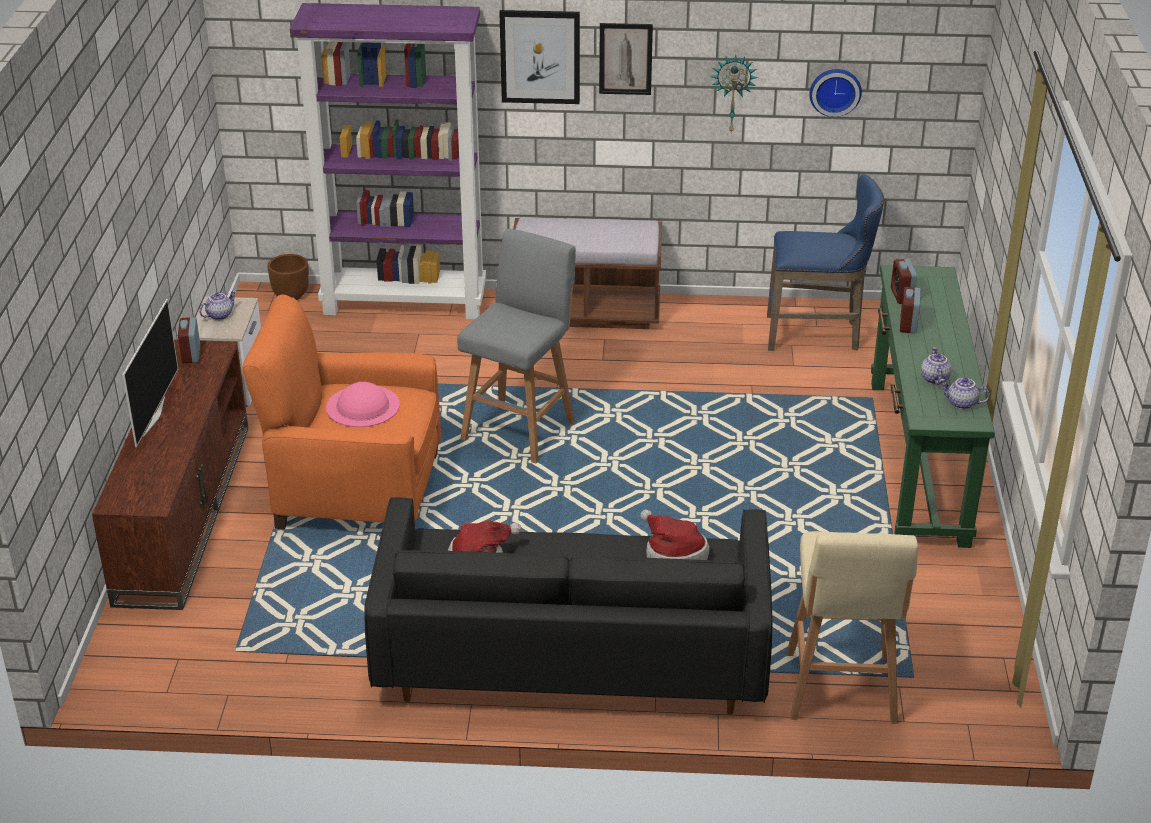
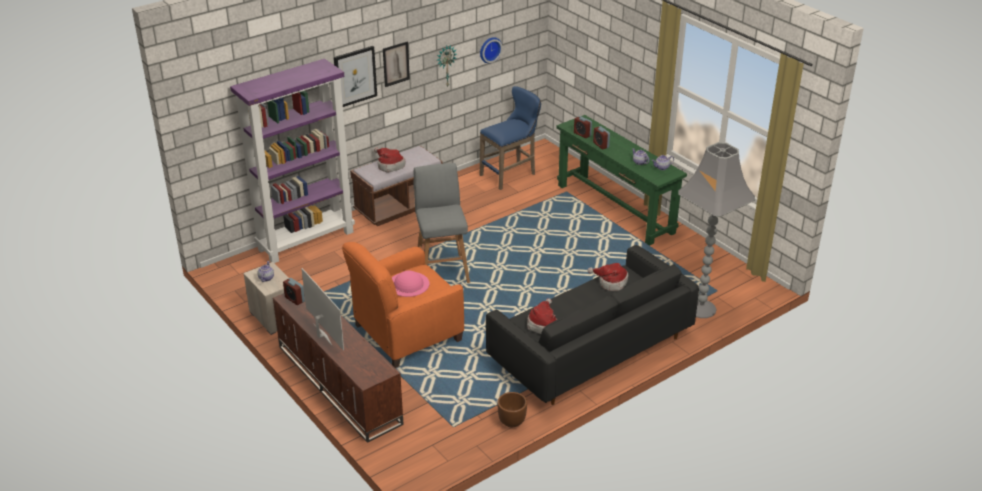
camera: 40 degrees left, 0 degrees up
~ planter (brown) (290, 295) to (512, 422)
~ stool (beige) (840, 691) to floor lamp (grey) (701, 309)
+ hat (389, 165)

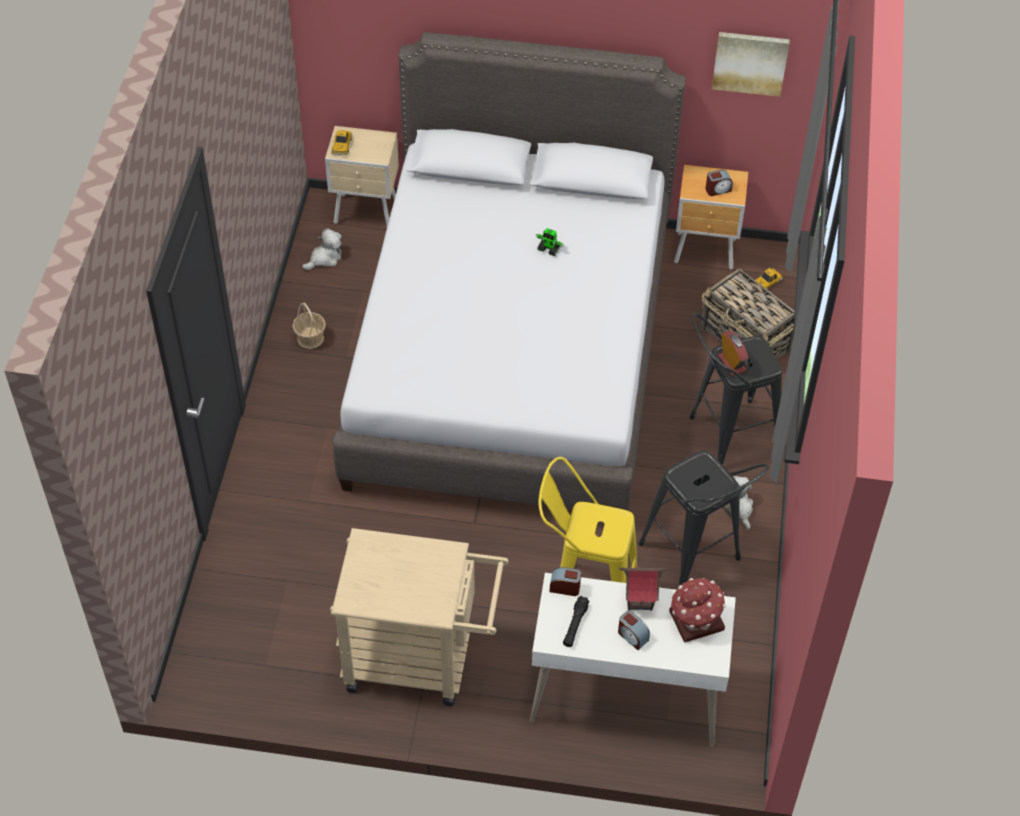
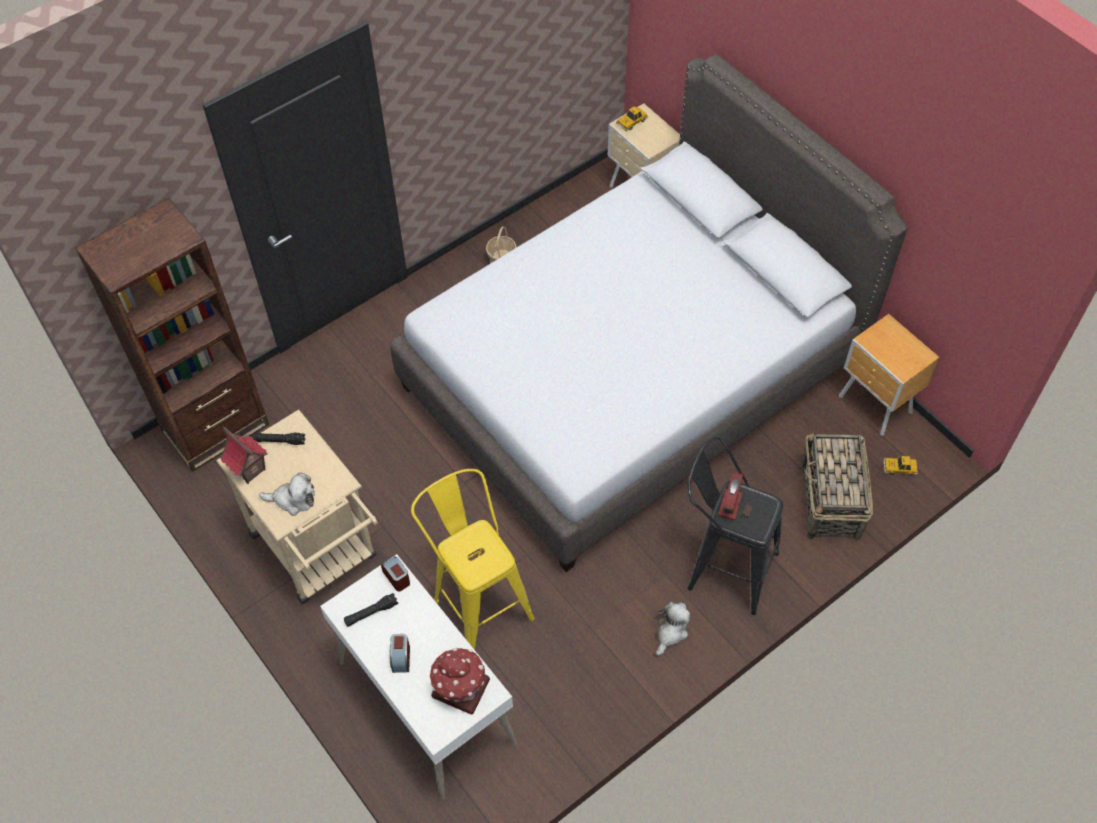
camera: 45 degrees right, 5 degrees up
- picture (750, 62)
- alarm clock (718, 189)
~ plush toy (325, 258) to (293, 499)
- toy robot (549, 249)
- stool (black) (695, 559)
~ toy house (639, 600) to (249, 470)
+ bookcase (brown) (216, 427)
+ flashlight (black) (279, 441)

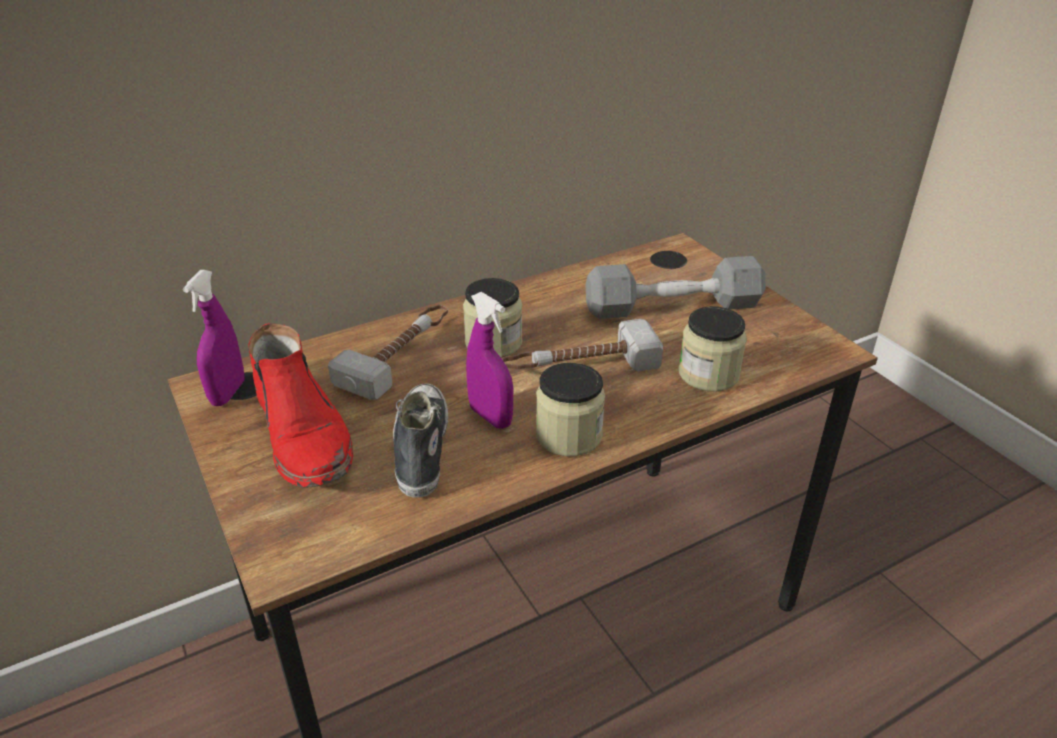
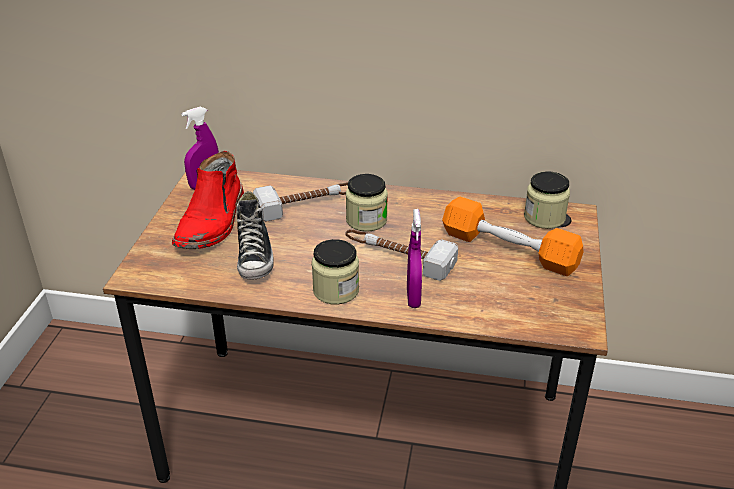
camera: 40 degrees right, 0 degrees up
~ dumbbell (grey) (673, 307) to dumbbell (orange) (509, 250)
~ spray bottle (purple) (490, 417) to (413, 297)
~ jar (708, 374) to (544, 218)
~ shoe (420, 448) = (255, 257) 135 degrees clockwise

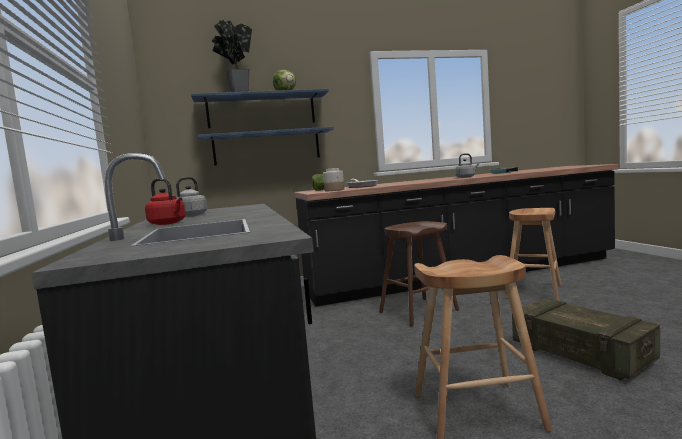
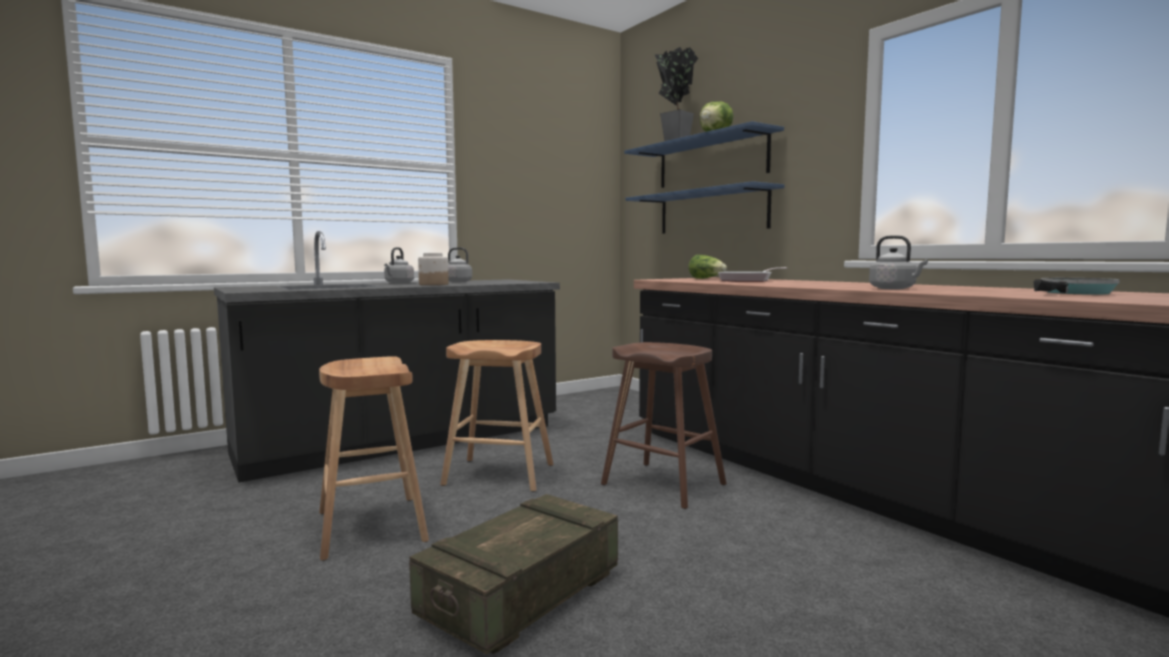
camera: 70 degrees right, 0 degrees up
~ jar (334, 190) to (433, 284)
~ kettle (red) (168, 223) to kettle (grey) (398, 283)
~ stool (brown) (534, 291) to (498, 475)

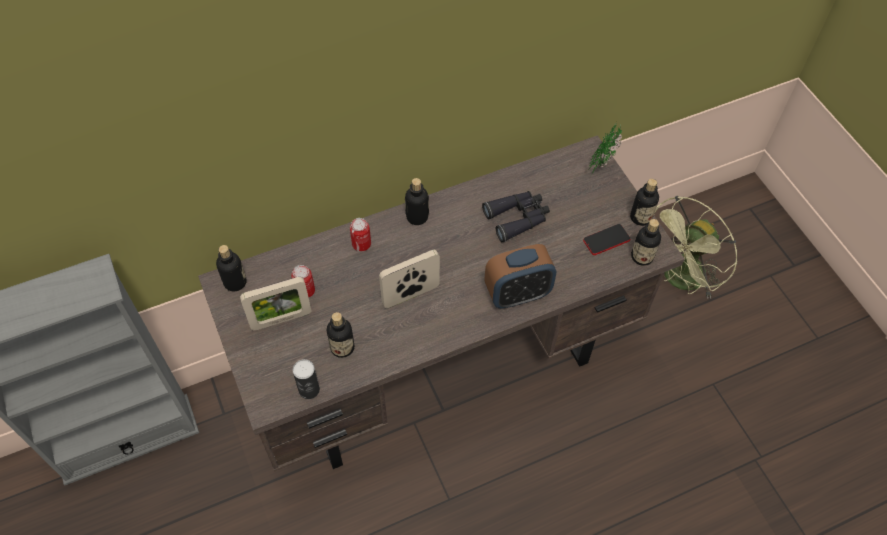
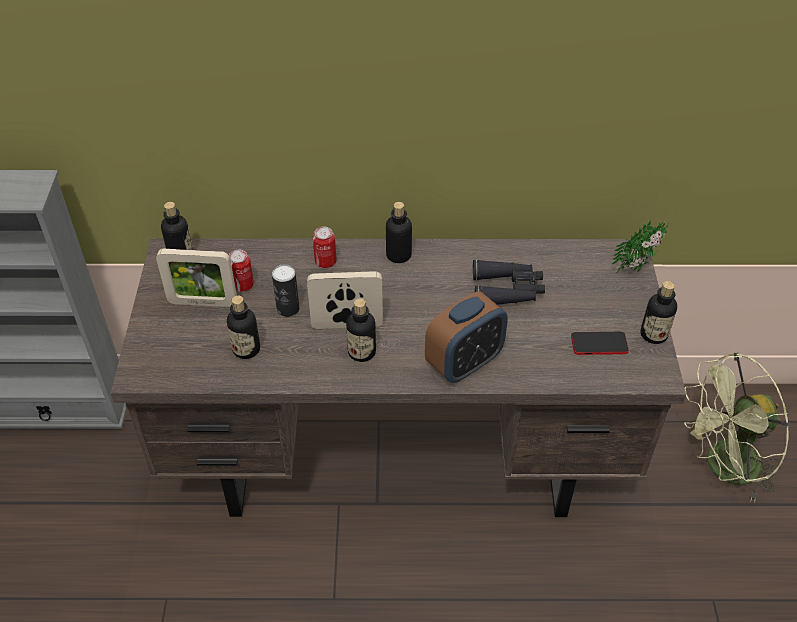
camera: 25 degrees right, 10 degrees down
~ bottle (642, 257) to (362, 352)
~ alarm clock (517, 294) = (464, 363) 45 degrees counterclockwise
~ can (309, 389) to (288, 309)

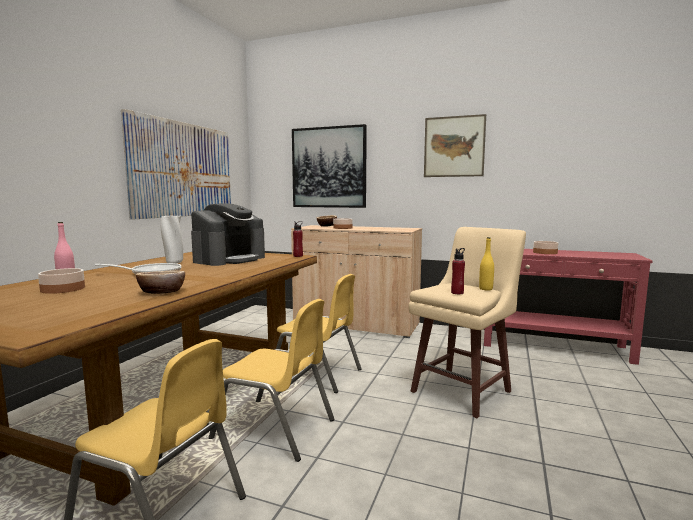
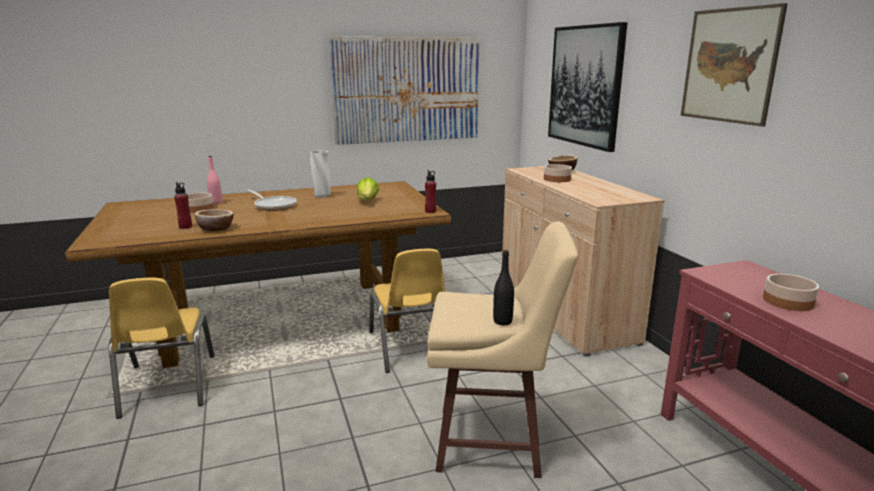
camera: 50 degrees right, 10 degrees up
~ coffee machine (229, 259) to lettuce (367, 201)
~ bottle (yellow) (485, 289) to bottle (black) (502, 321)
~ bottle (red) (457, 293) to (185, 227)
- chair (yellow) (275, 429)

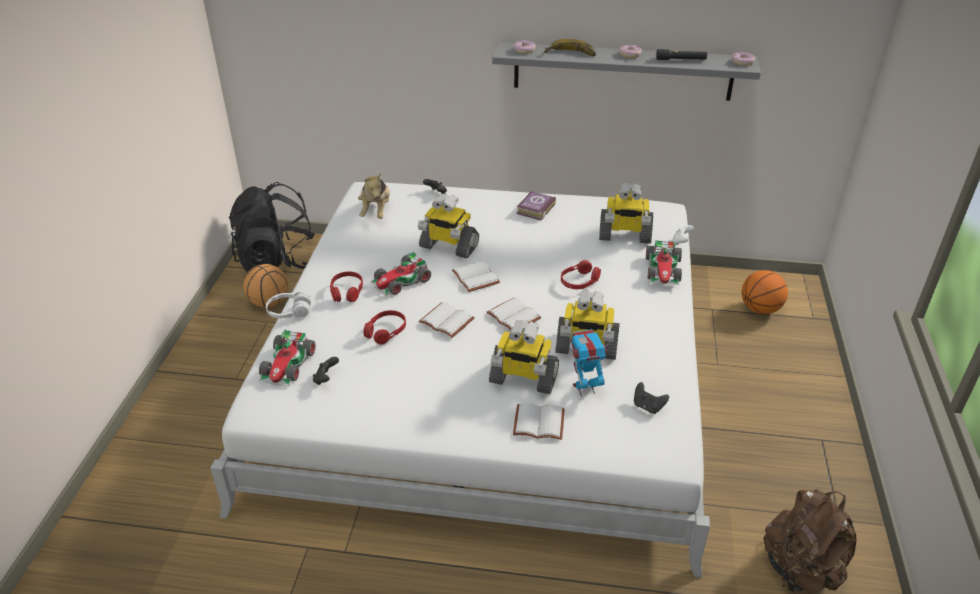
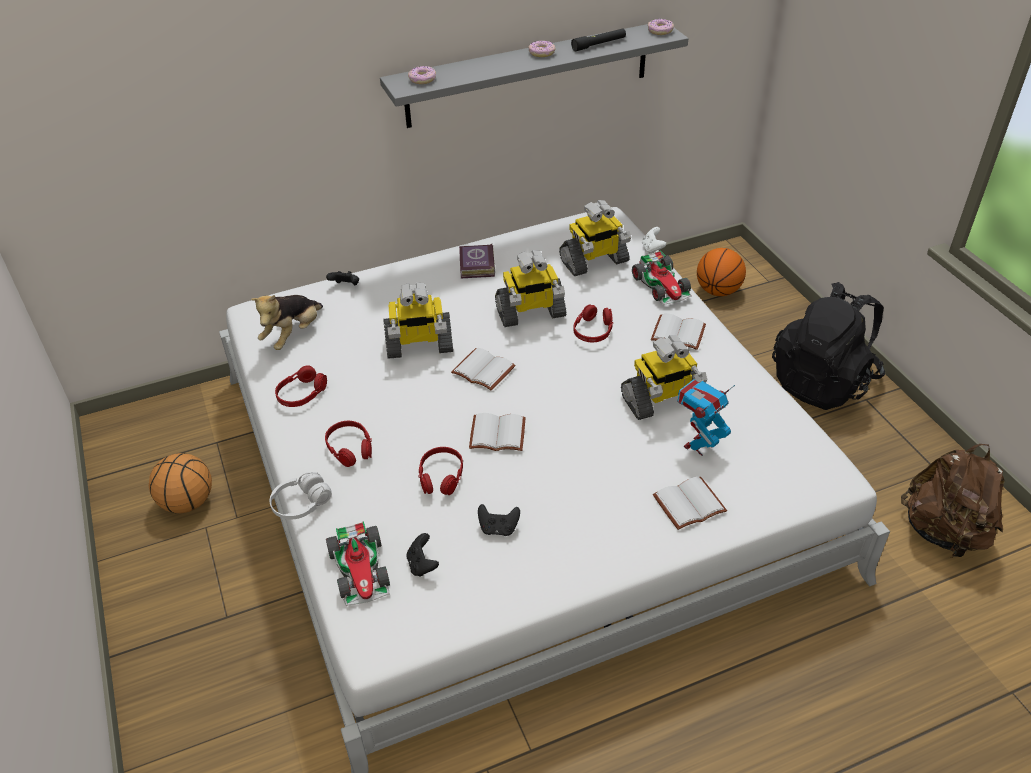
camera: 30 degrees left, 5 degrees up
- banana (570, 54)
~ plush toy (376, 211) = (293, 334) 60 degrees clockwise
~ backpack (black) (278, 261) to (822, 382)
- toy car (401, 281)
~ book (white) (512, 316) to (677, 334)
~ toy robot (523, 378) to (530, 313)
~ game controller (black) (648, 406) to (498, 528)
+ headphones (red) (302, 394)

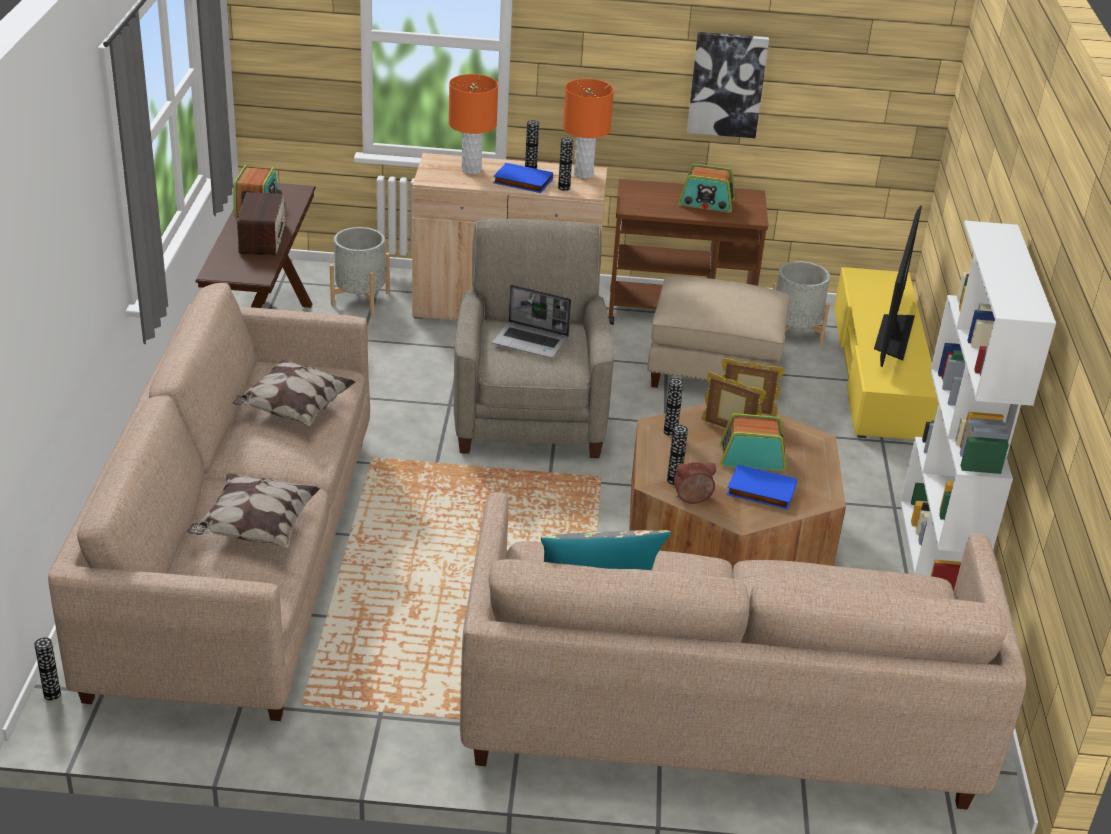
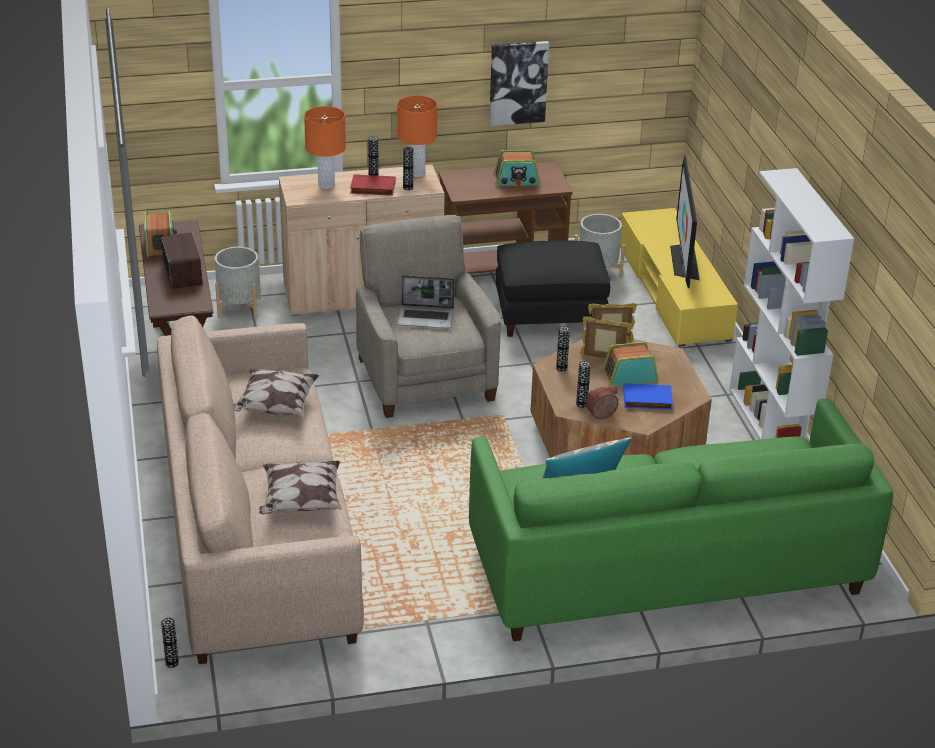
camera: 15 degrees left, 0 degrees up
~ book (blue) (522, 182) to book (red) (372, 188)
~ ottoman (beige) (714, 371) to ottoman (black) (550, 315)
~ sofa (beige) (718, 713) to sofa (green) (666, 567)

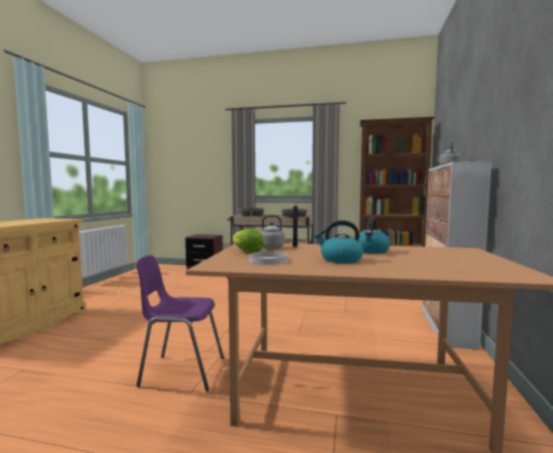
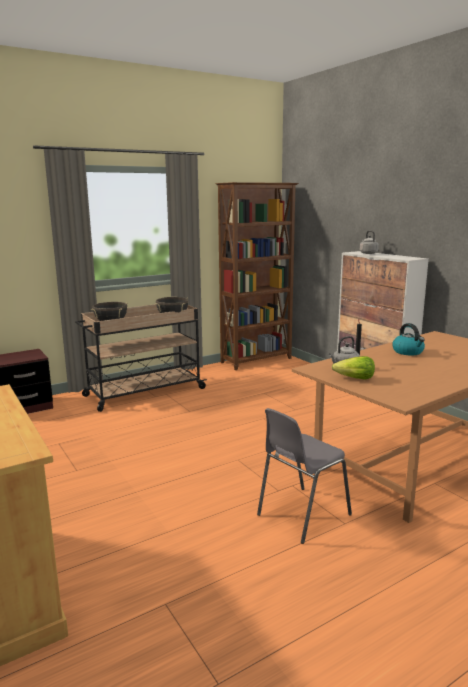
camera: 45 degrees left, 10 degrees up
- kettle (340, 260)
- plate (white) (268, 260)
~ chair (purple) (181, 371) to chair (grey) (301, 515)

